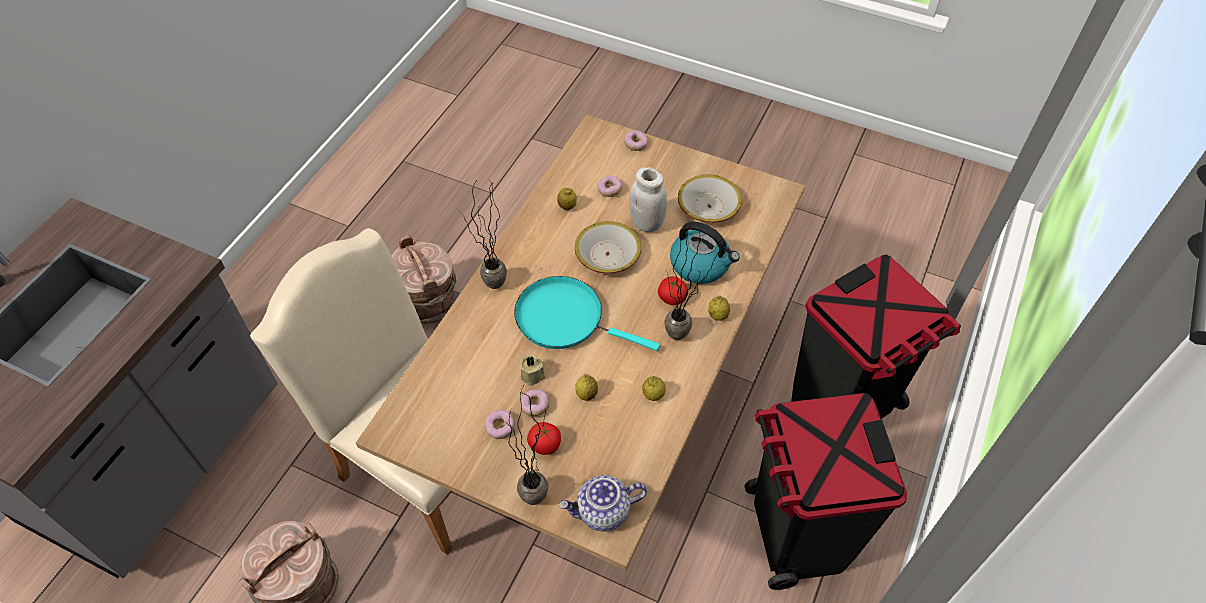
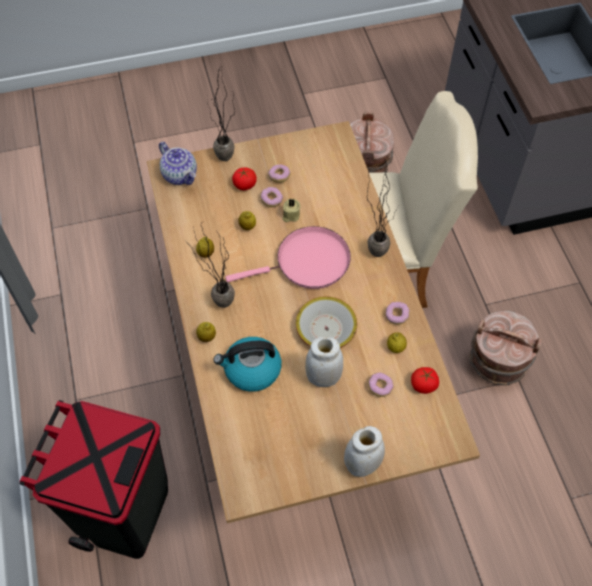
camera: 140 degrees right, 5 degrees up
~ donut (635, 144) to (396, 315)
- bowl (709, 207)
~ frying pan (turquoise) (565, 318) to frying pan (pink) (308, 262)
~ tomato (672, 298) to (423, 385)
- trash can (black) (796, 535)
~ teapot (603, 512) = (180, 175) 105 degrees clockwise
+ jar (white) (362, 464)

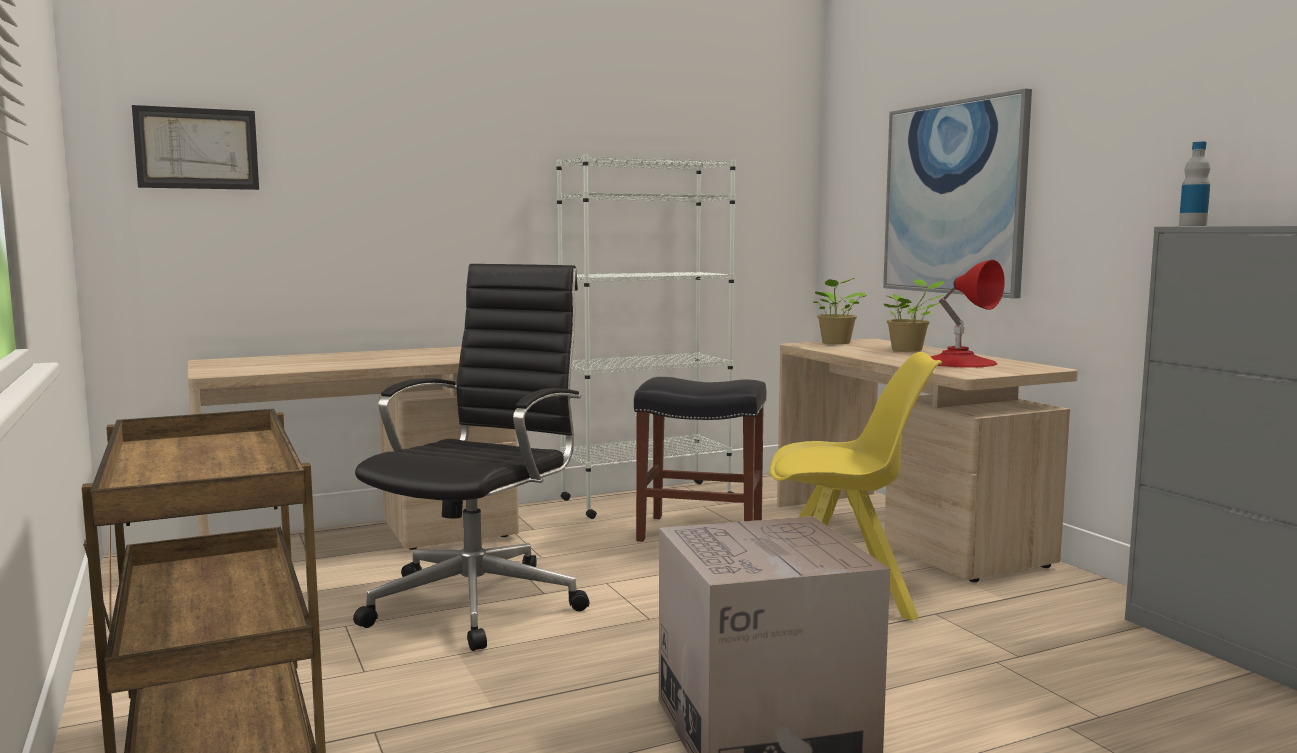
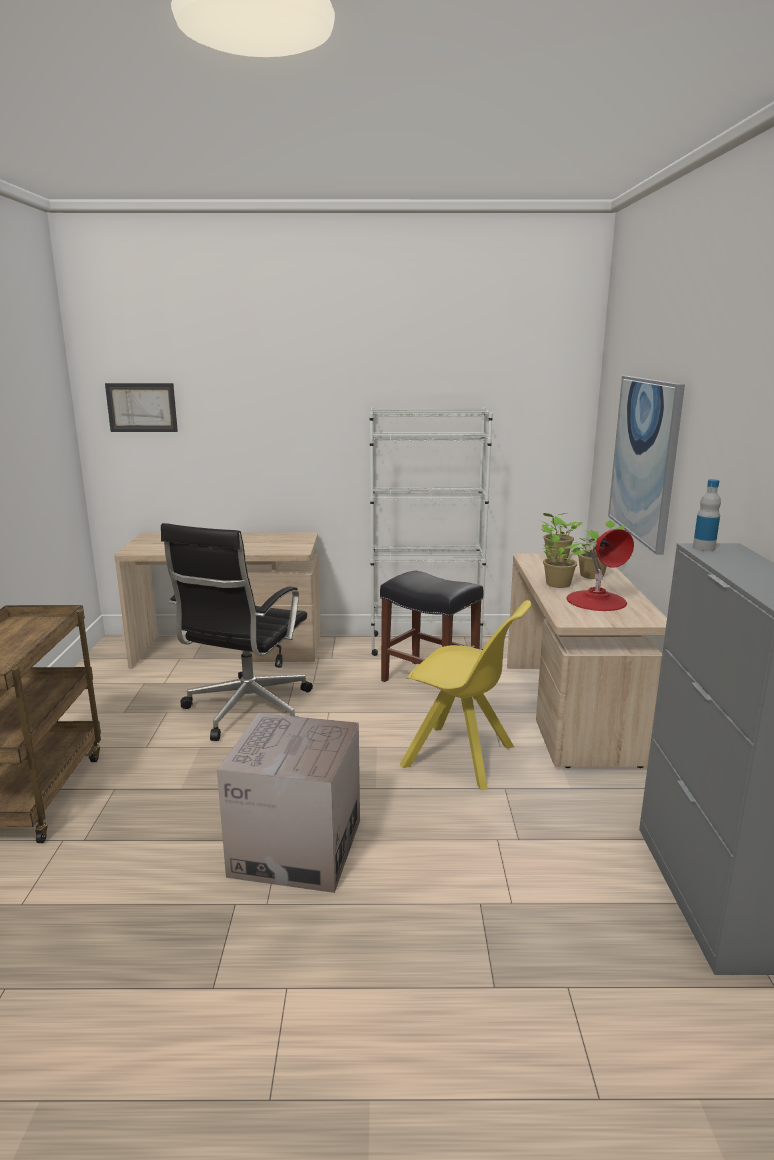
camera: 25 degrees right, 10 degrees up
~ office chair (black) (480, 601) = (246, 710) 150 degrees clockwise
+ potted plant (556, 584)

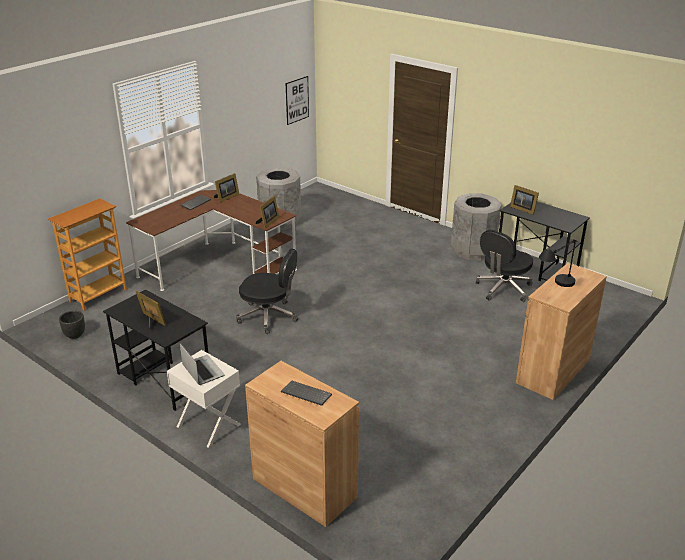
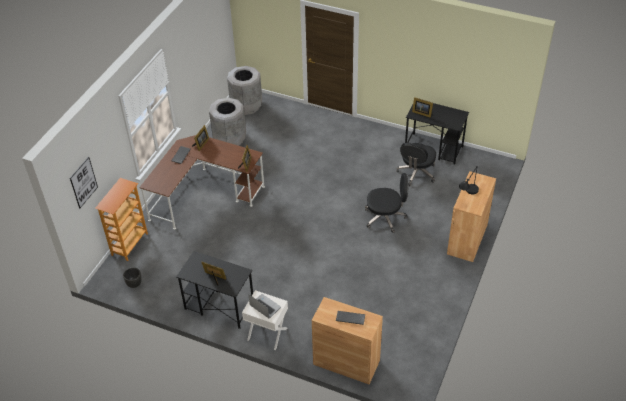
camera: 15 degrees left, 15 degrees up
~ picture (297, 100) to (83, 182)
~ trash can (grey) (473, 251) to (246, 106)
~ office chair (black) (269, 316) to (385, 217)

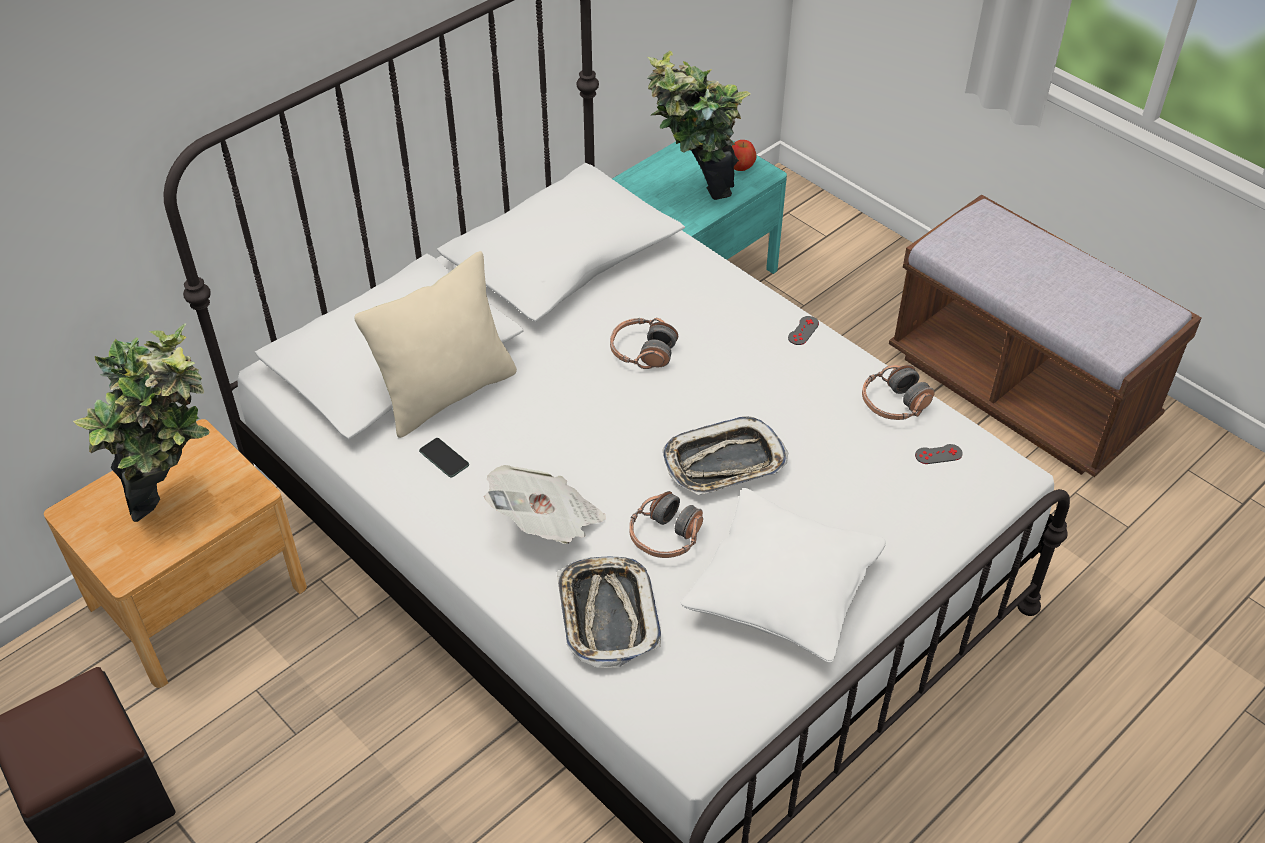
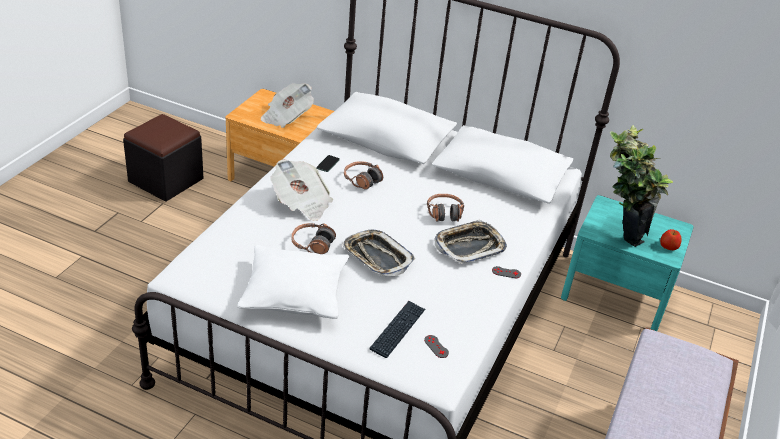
camera: 65 degrees right, 10 degrees down
- pillow (beige) (447, 393)
~ potted plant (178, 497) to newspaper (286, 117)
~ headphones (894, 403) to (362, 180)
~ tray (607, 615) to (469, 246)
+ keyboard (398, 330)

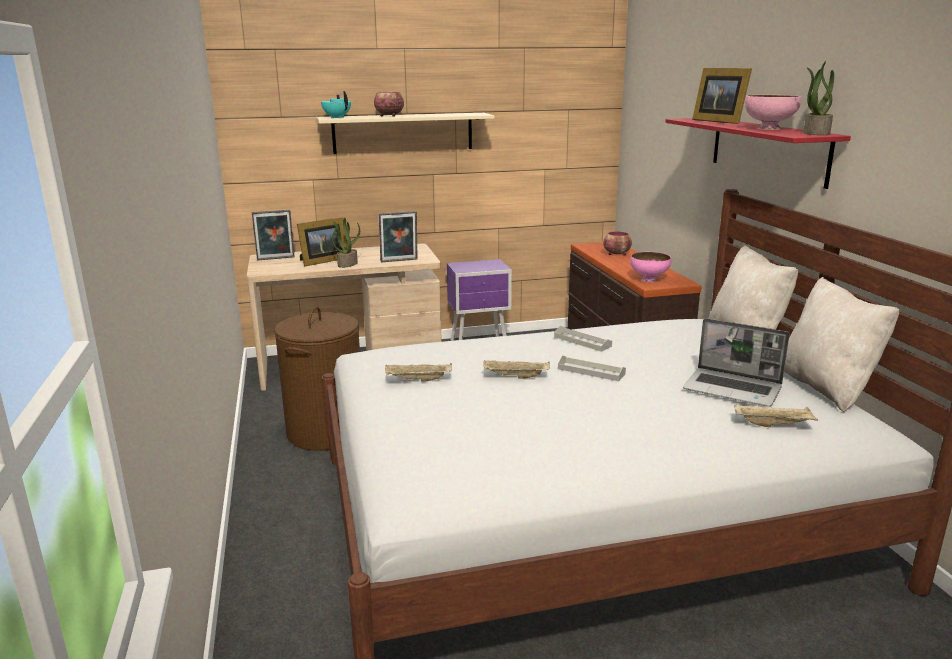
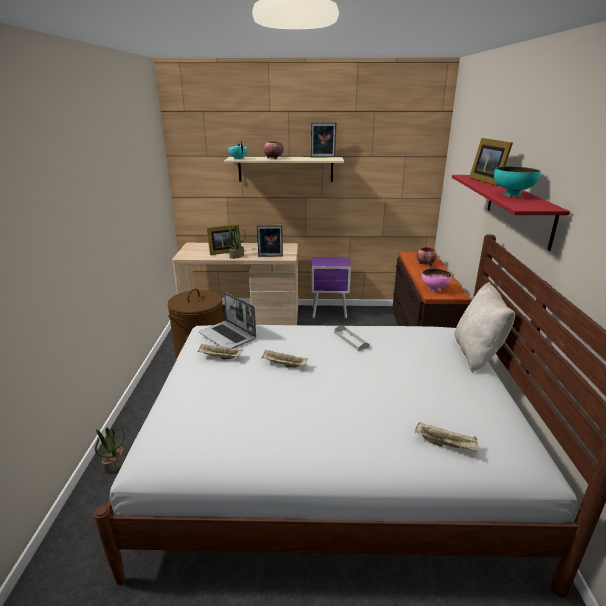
camera: 15 degrees right, 5 degrees up
~ potted plant (815, 133) to (114, 464)
~ bowl (pink) (768, 129) to bowl (turquoise) (512, 195)
~ picture frame (276, 259) to (322, 157)
- pillow (beige) (826, 388)
~ laptop (733, 389) to (228, 336)
- tray (grey) (591, 371)

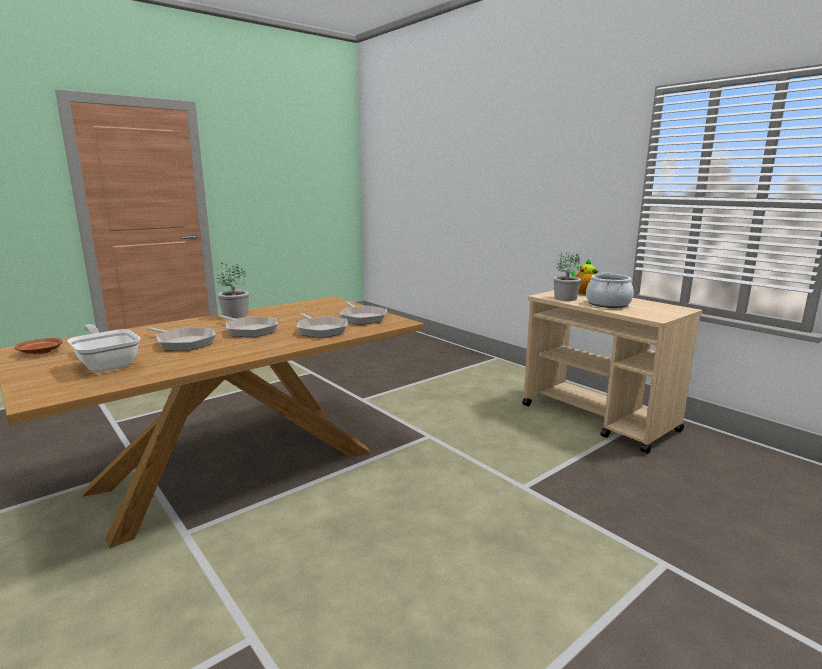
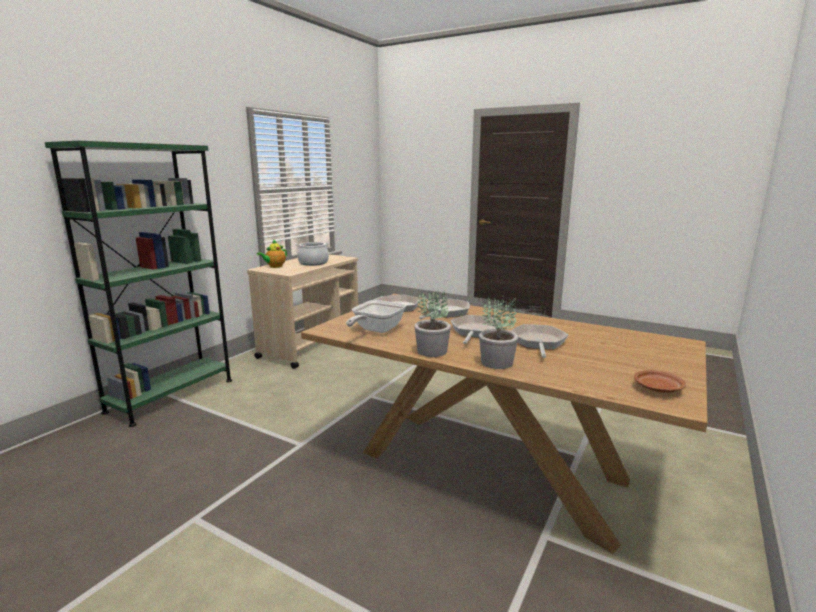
camera: 110 degrees left, 0 degrees up
~ potted plant (566, 298) to (497, 362)
~ frying pan (107, 364) to (376, 330)
+ bookcase (green) (171, 395)

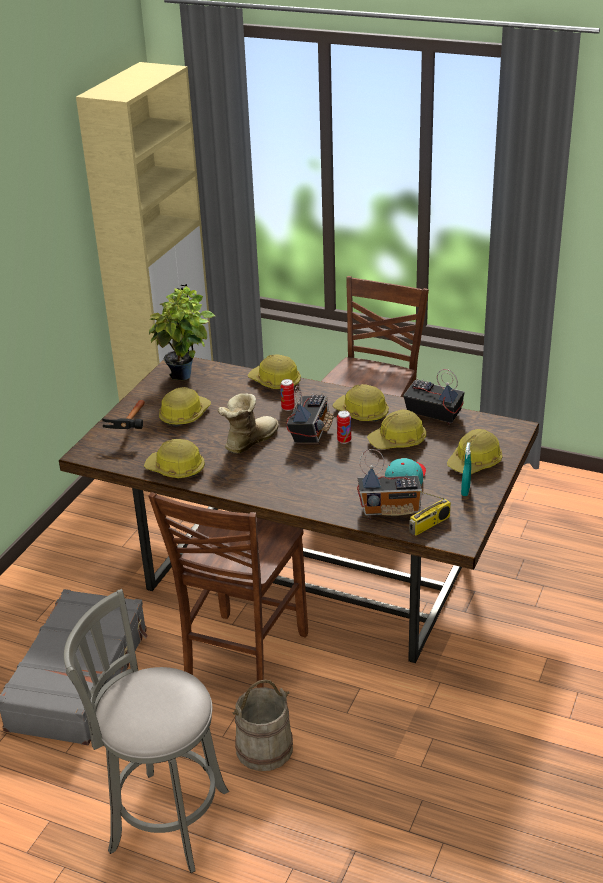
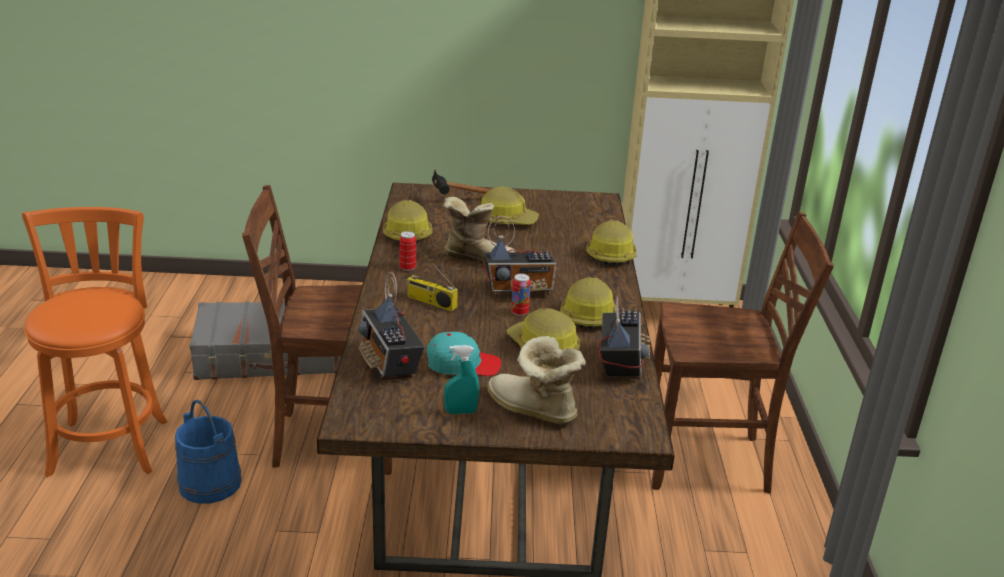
camera: 65 degrees right, 5 degrees down
- potted plant (185, 378)
~ can (288, 408) to (407, 268)
~ hard hat (475, 462) to boot (532, 411)
~ radio (429, 525) to (430, 302)
~ stool (grey) (163, 819) to stool (orange) (110, 443)
~ bucket (beige) (264, 749) to bucket (blue) (209, 483)

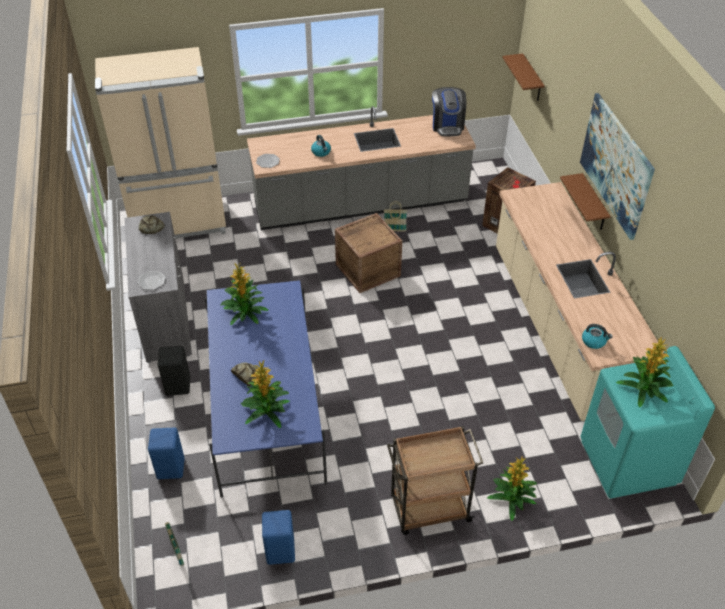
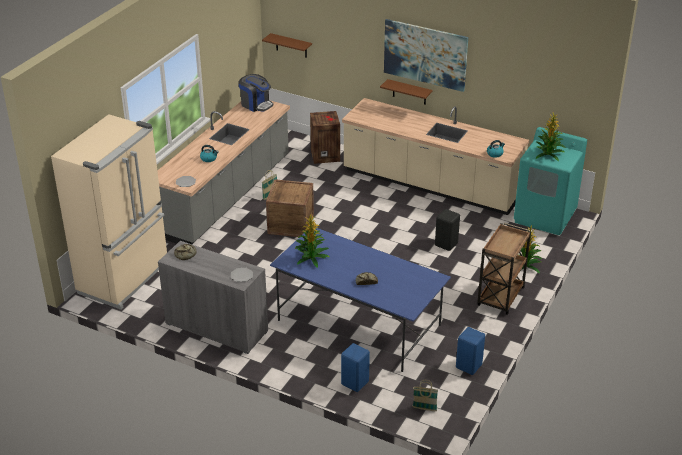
camera: 50 degrees left, 10 degrees down
~ stool (black) (177, 385) to (445, 244)
- potted plant (266, 410)

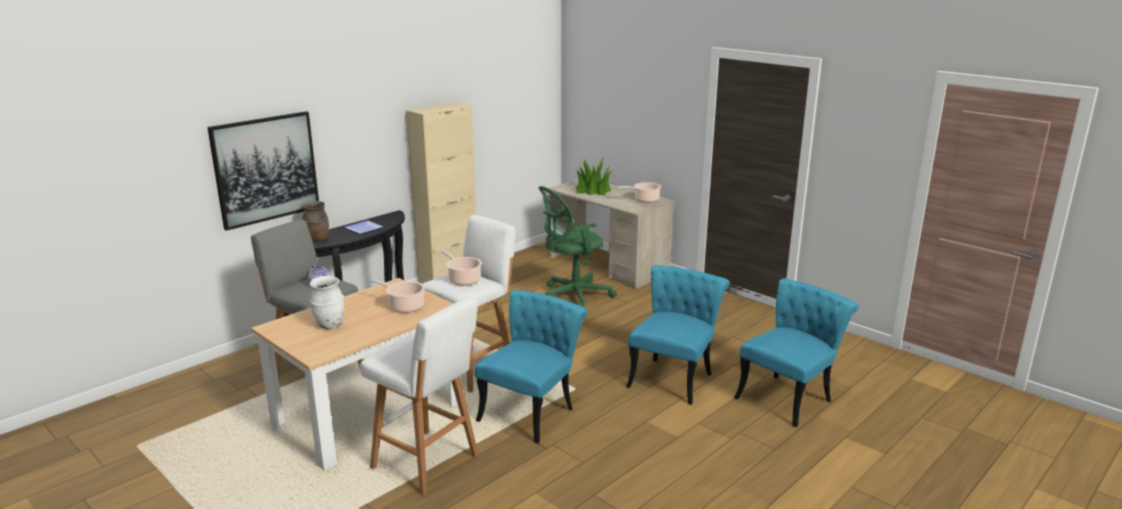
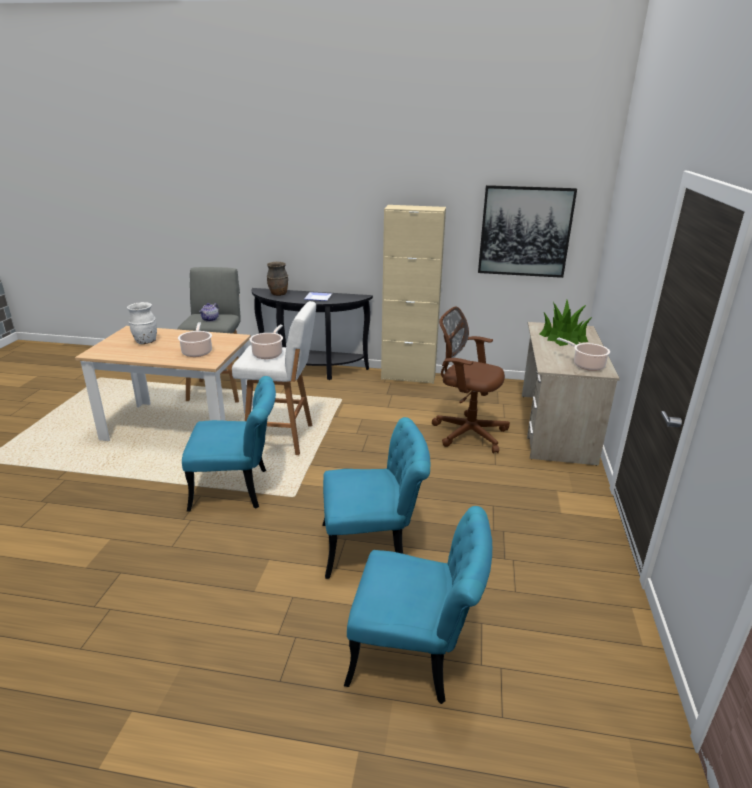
camera: 55 degrees right, 5 degrees up
~ picture (265, 169) to (525, 231)
~ office chair (green) (572, 295) to office chair (brown) (466, 432)
- stool (white) (427, 463)

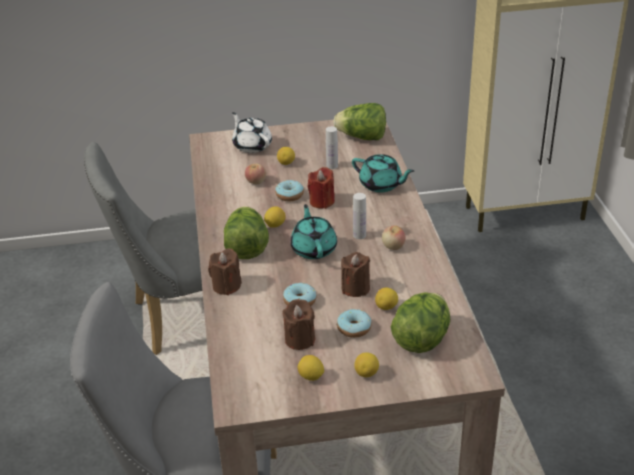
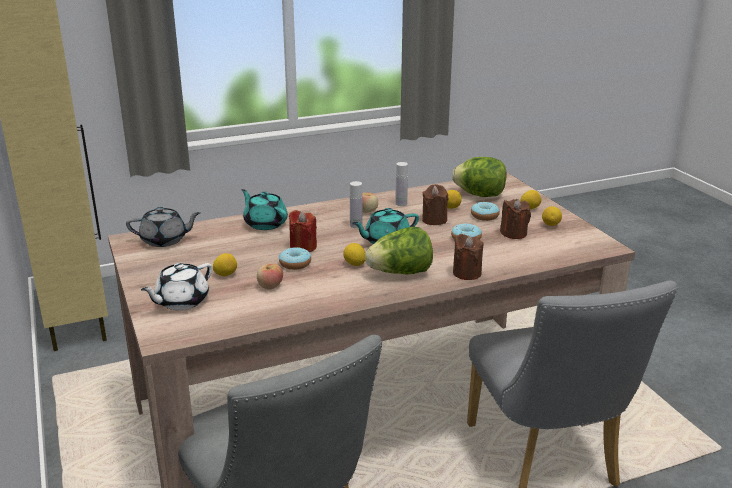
camera: 105 degrees left, 10 degrees down
~ lettuce (362, 137) to teapot (grey) (165, 240)
~ bottle (white) (332, 166) to (401, 203)
~ teapot (turquoise) (381, 185) = (265, 223) 60 degrees counterclockwise

